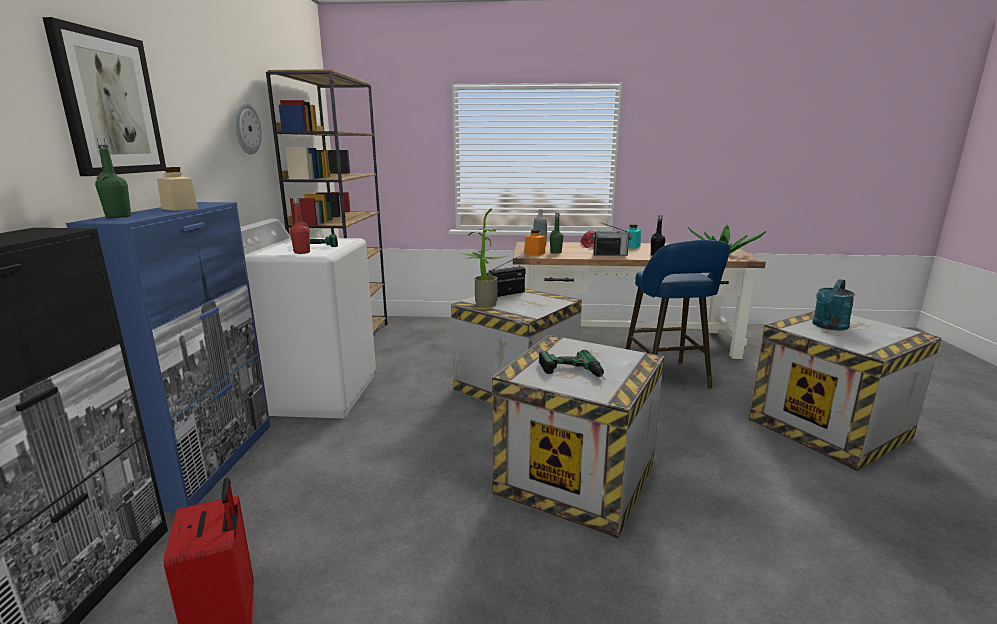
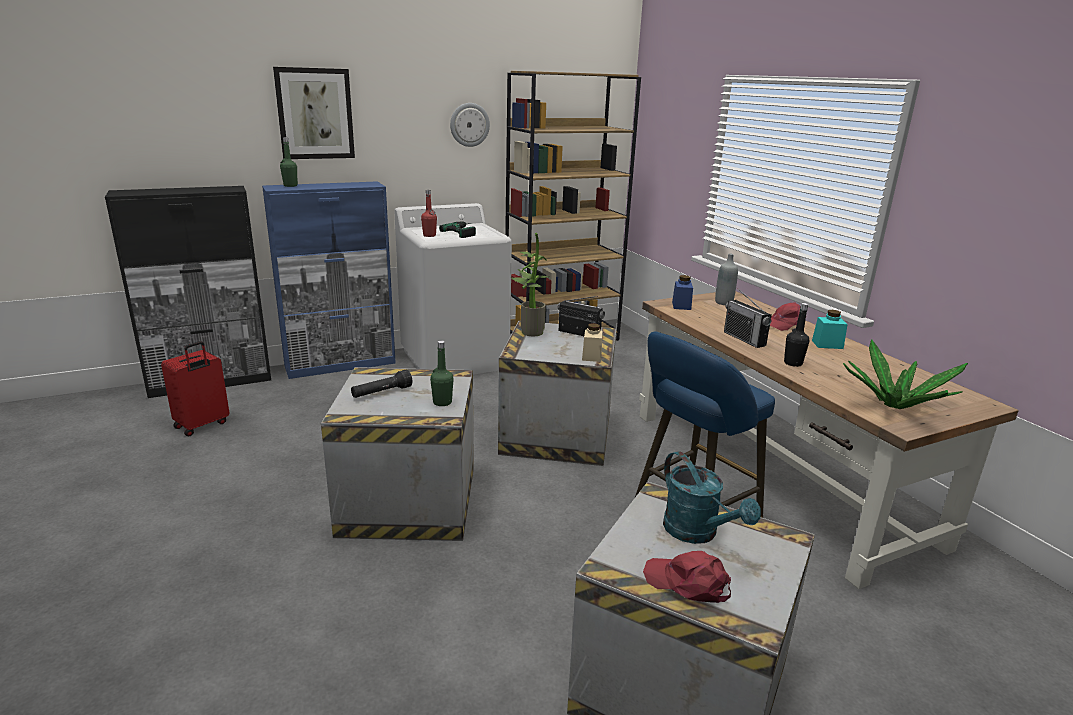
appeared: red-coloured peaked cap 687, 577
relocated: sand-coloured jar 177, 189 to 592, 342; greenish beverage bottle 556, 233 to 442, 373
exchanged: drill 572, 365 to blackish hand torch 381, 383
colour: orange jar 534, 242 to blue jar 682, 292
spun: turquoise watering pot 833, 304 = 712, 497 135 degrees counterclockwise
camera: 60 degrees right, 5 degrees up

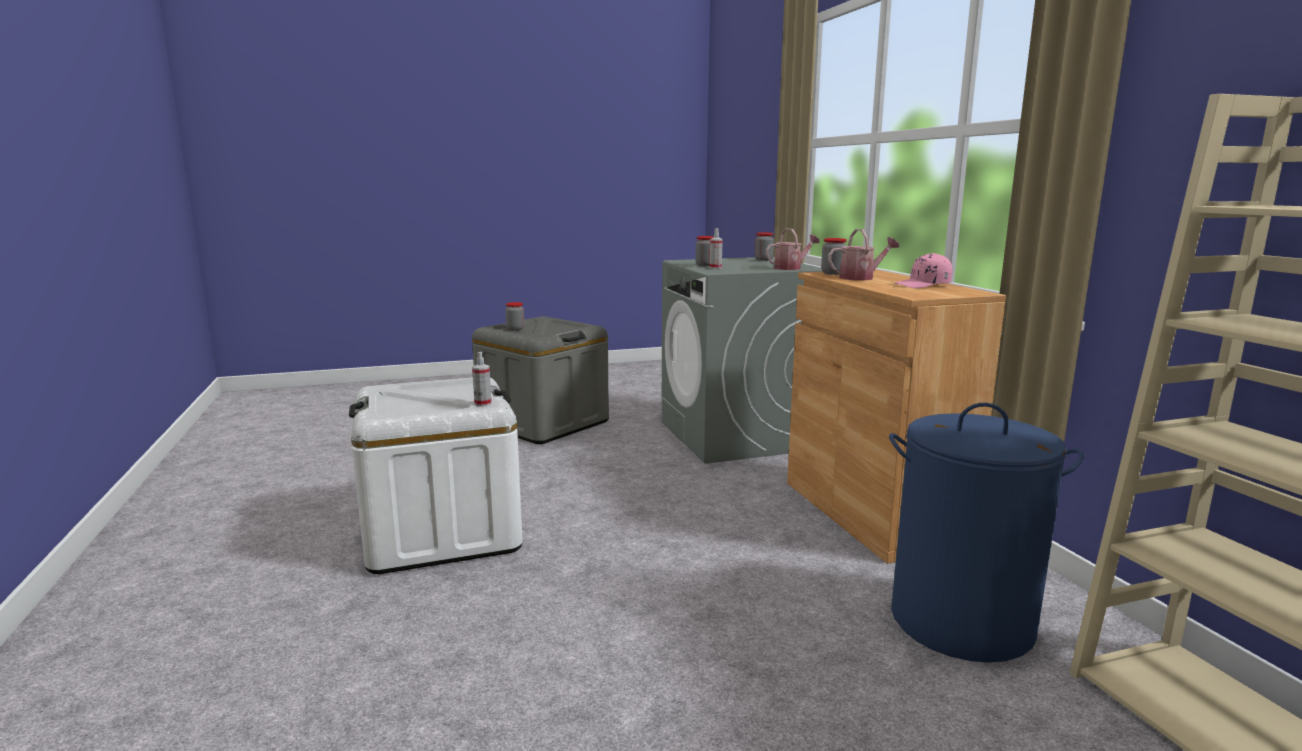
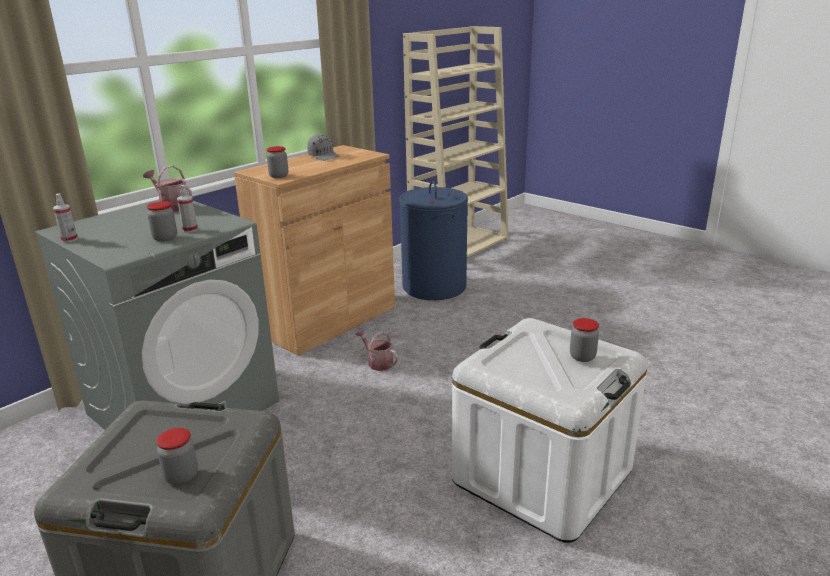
relocated: hand sprayer 482, 379 to 65, 218; jar 764, 246 to 584, 340; watering pot 864, 254 to 376, 350
colour: pink peaked cap 924, 270 to greyish peaked cap 323, 147
camera: 120 degrees left, 10 degrees up

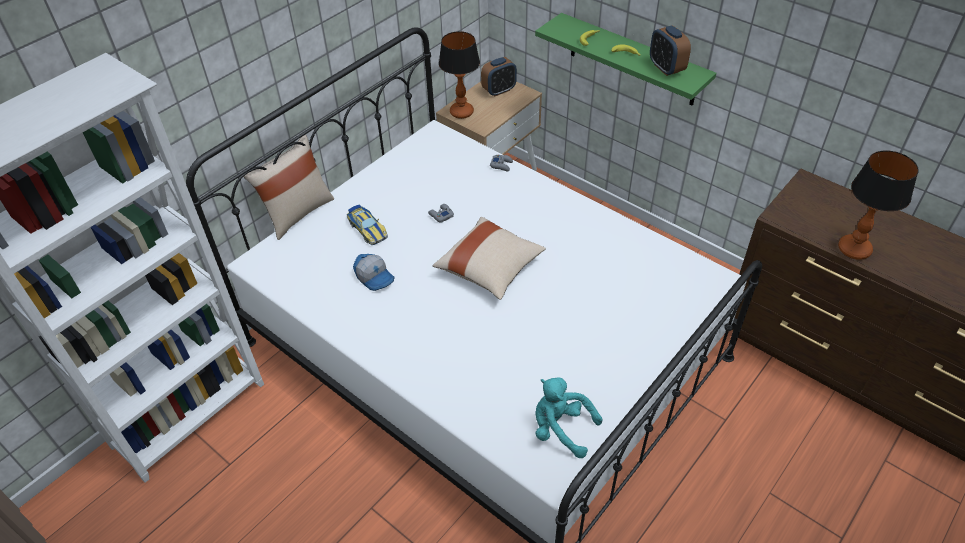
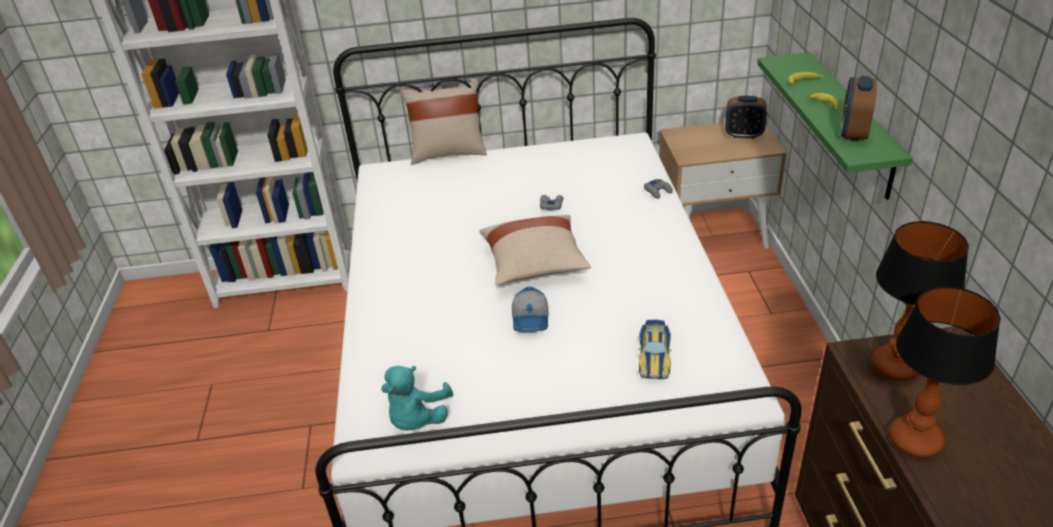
relocated: toy car 367, 225 to 655, 349; peaked cap 374, 272 to 530, 309; table lamp 459, 75 to 920, 301
spun: turquoise plush toy 568, 417 = 417, 398 150 degrees counterclockwise
camera: 45 degrees right, 10 degrees down

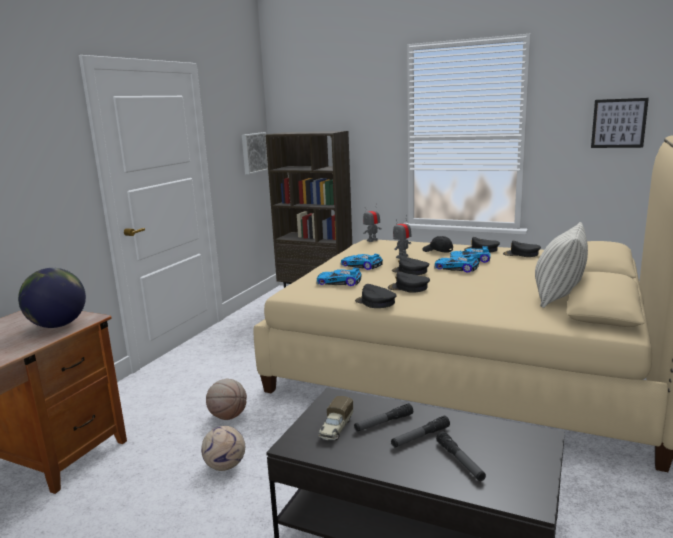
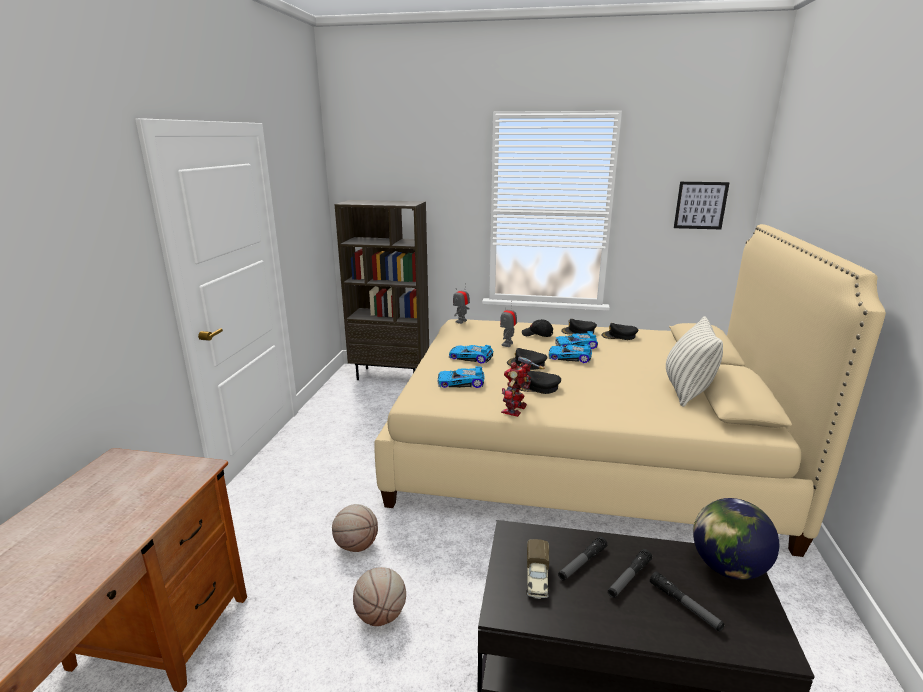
missing: wall art 255, 153
relocated: desk globe 52, 298 to 736, 539
exchanged: football ball 223, 448 to ball for basketball 379, 596; blackish peaked cap 375, 296 to model robot 522, 387
camera: 15 degrees left, 5 degrees up

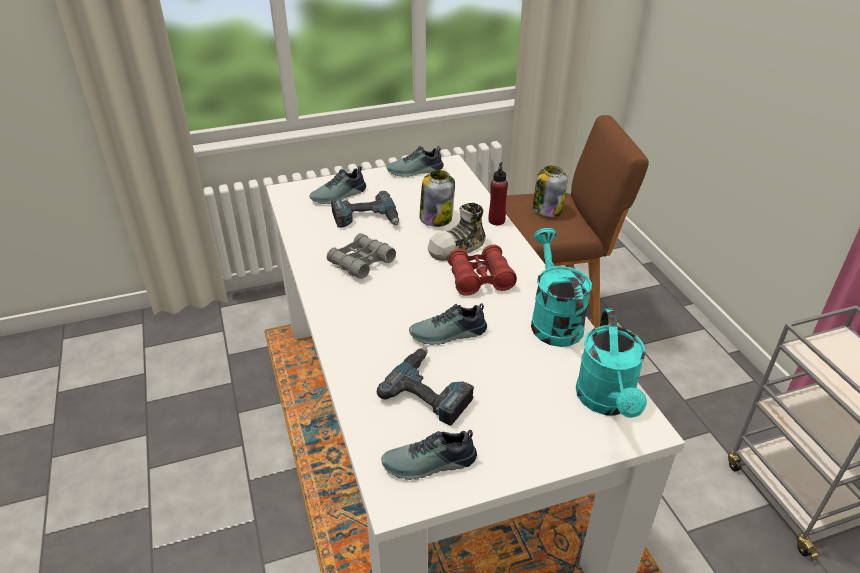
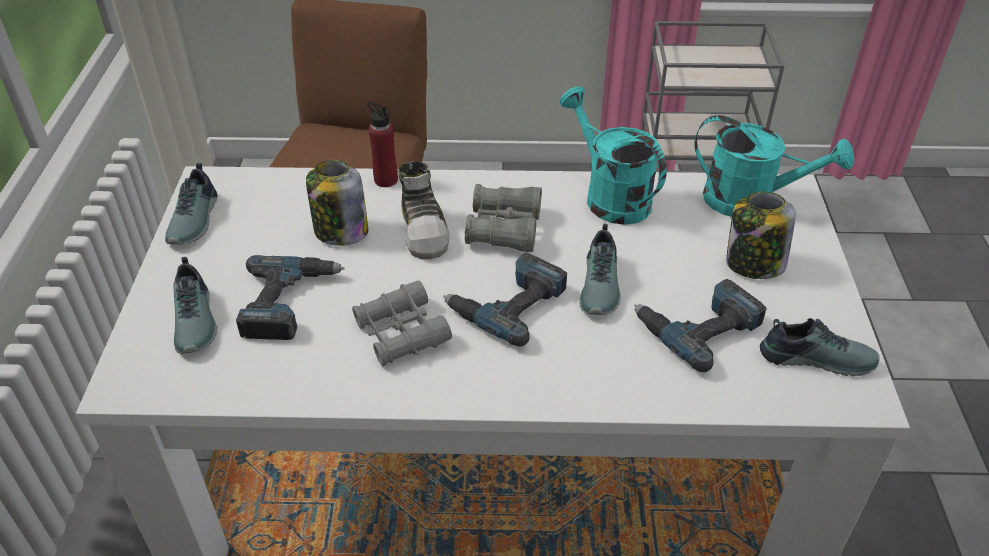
appeared: drill 505, 300
relocated: jar 550, 191 to 761, 235
colour: red-coloured field glasses 482, 270 to greyish field glasses 503, 218
spun: low shoe 429, 455 = 820, 347 90 degrees counterclockwise; turquoise watering pot 561, 287 = 613, 155 45 degrees clockwise
camera: 70 degrees left, 5 degrees up

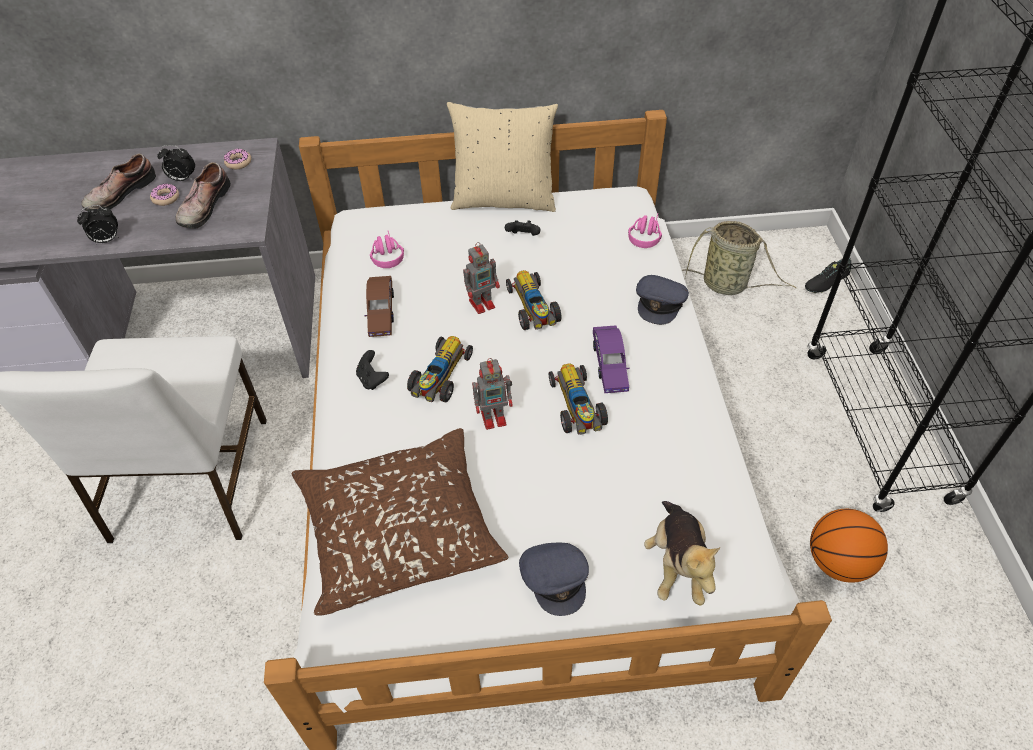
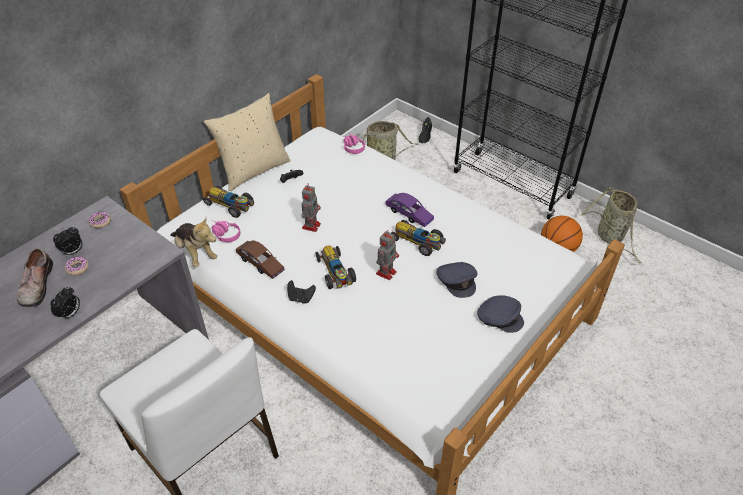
missing: low shoe 203, 195; brown-coloured pillow 400, 521
appeared: storage basket 611, 225
relocated: toy car 534, 300 to 228, 202; greyish peaked cap 662, 300 to 456, 280; plush toy 682, 553 to 193, 242
camera: 45 degrees left, 5 degrees down

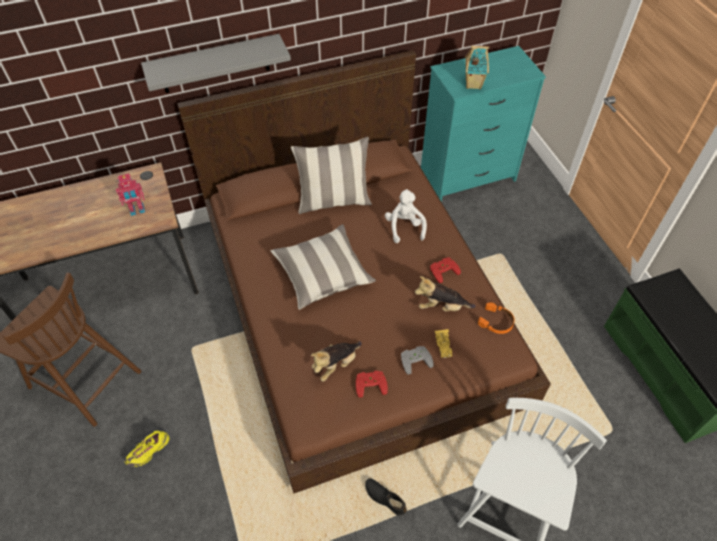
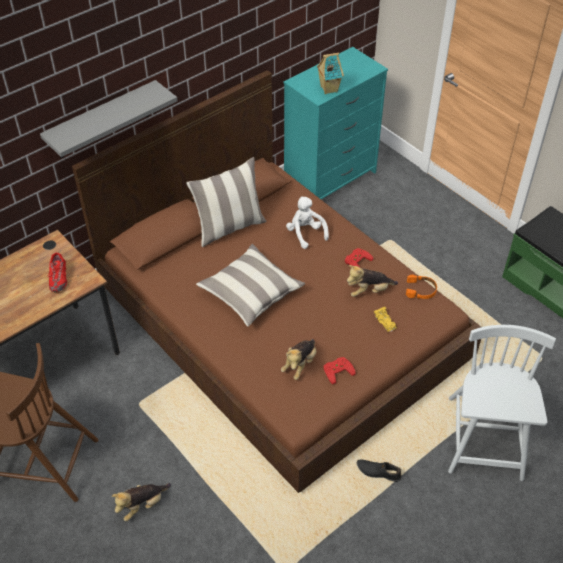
missing: greyish joypad 417, 360
exchanged: model robot 130, 195 to red-coloured low shoe 57, 272; yellow low shoe 146, 449 to plush toy 141, 502
camera: 20 degrees left, 5 degrees down

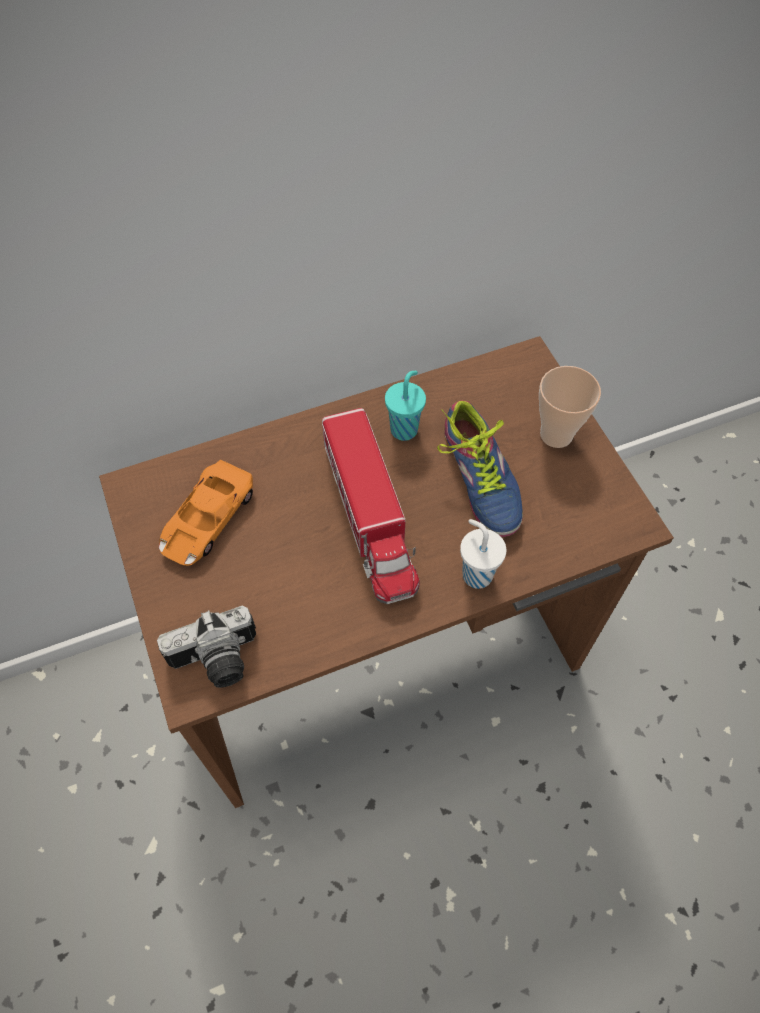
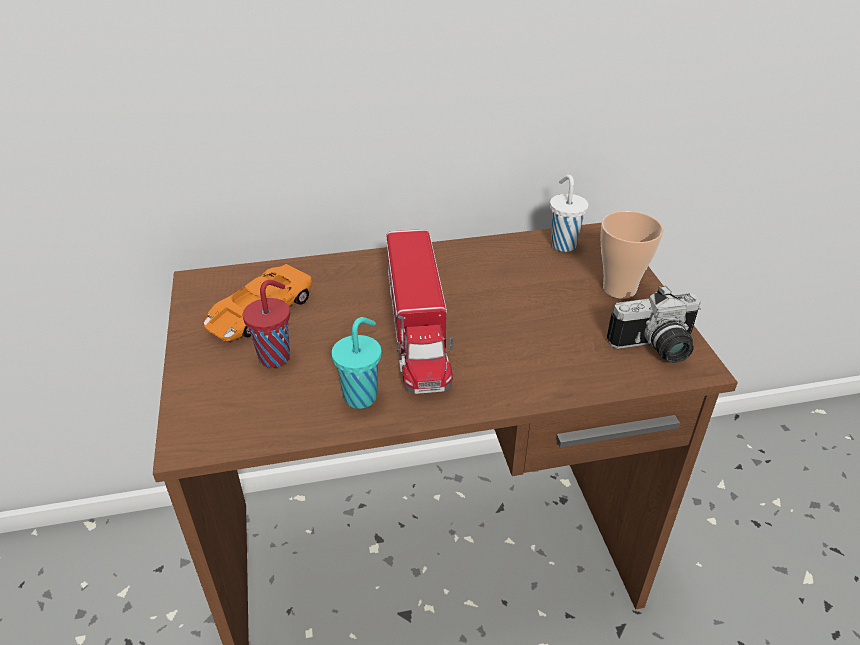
missing: low shoe 480, 468
appeared: red-coloured cup 266, 324
relocated: still camera 206, 647 to 654, 324; turquoise cup 405, 406 to 356, 363; whitish cup 483, 554 to 569, 213
camera: 10 degrees right, 20 degrees down

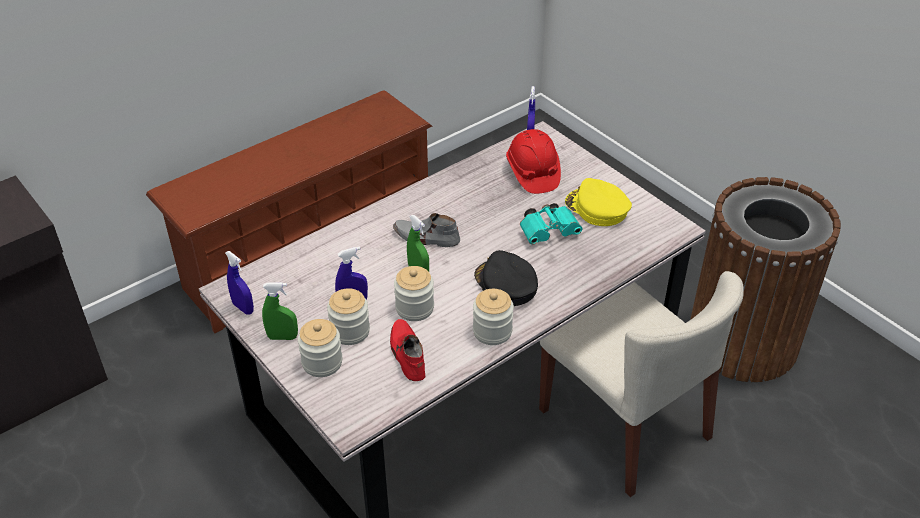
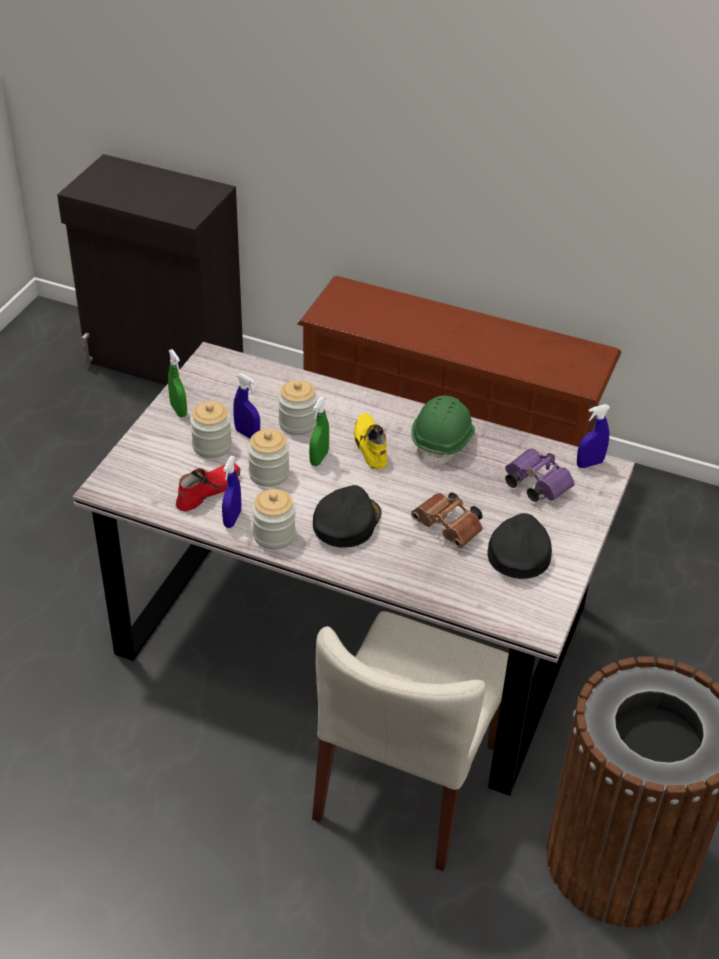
appeared: greenish safety helmet 443, 431
relocated: blue hand sprayer 239, 283 to 231, 492; jar 320, 348 to 298, 407
exchanged: red-coloured safety helmet 533, 161 to purple field glasses 540, 475
colour: greyish low shoe 426, 230 to yellow low shoe 370, 441; turquoise field glasses 551, 223 to brown-coloured field glasses 447, 520; yellow peaked cap 598, 202 to blackish peaked cap 519, 546
camera: 60 degrees right, 0 degrees up

